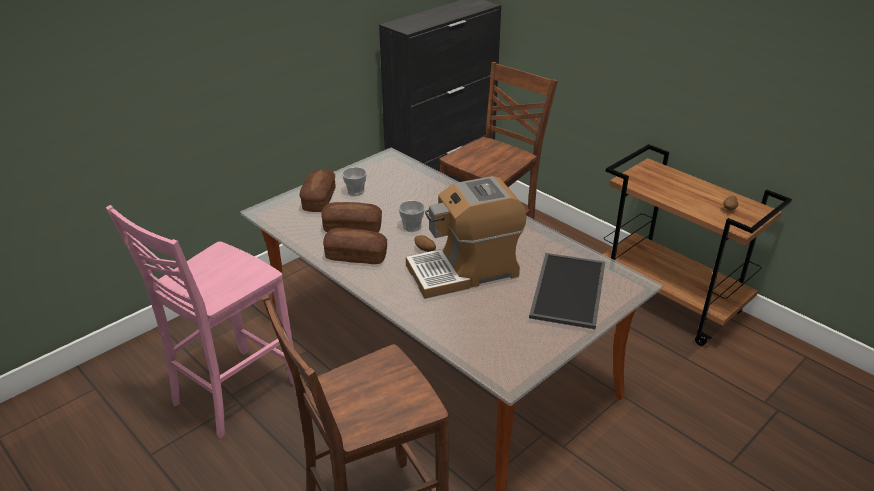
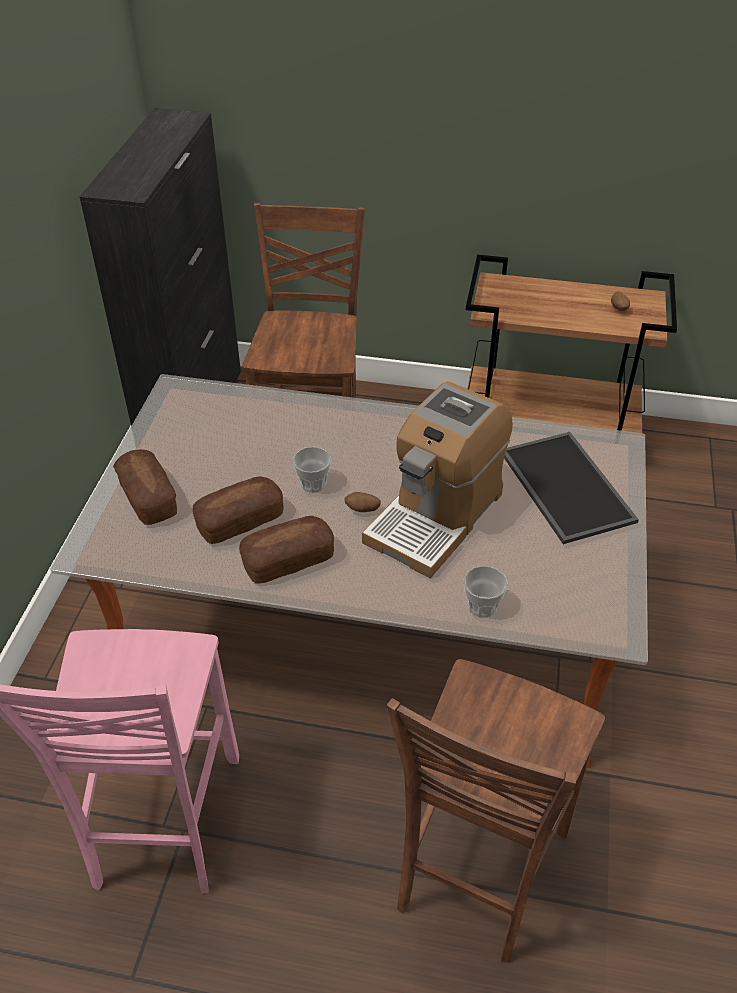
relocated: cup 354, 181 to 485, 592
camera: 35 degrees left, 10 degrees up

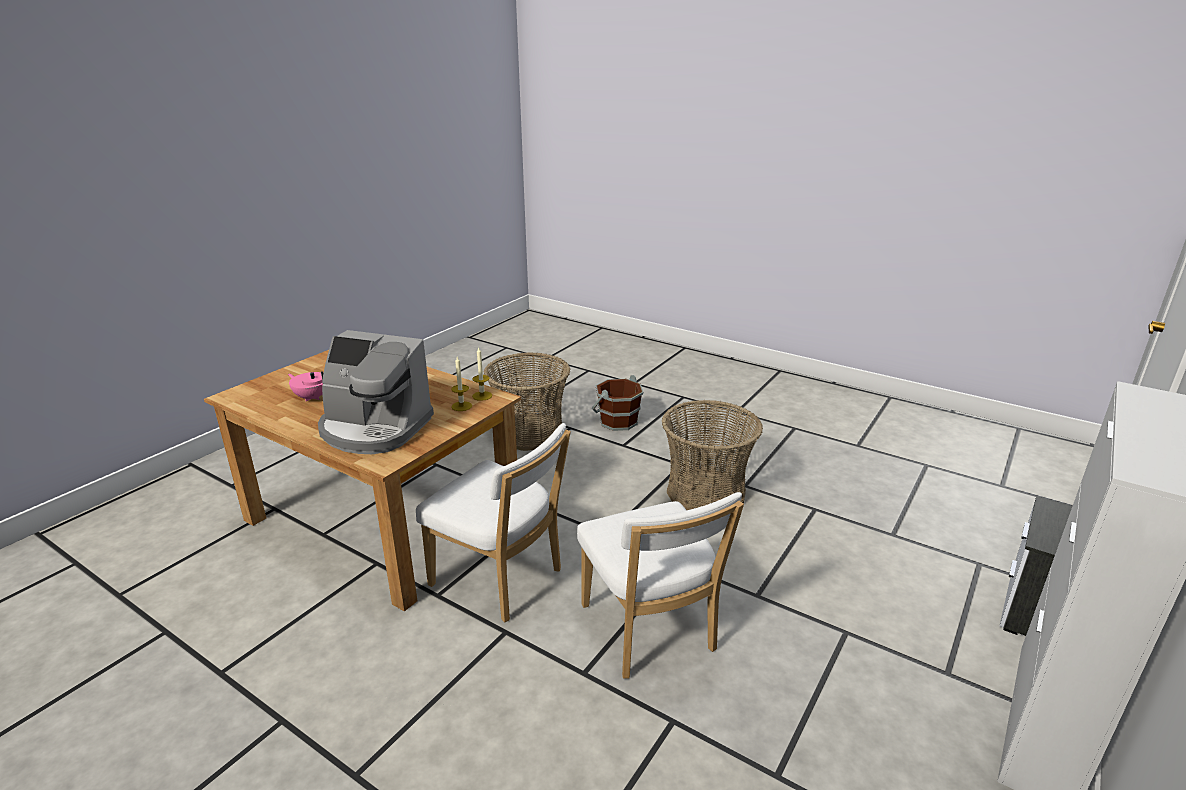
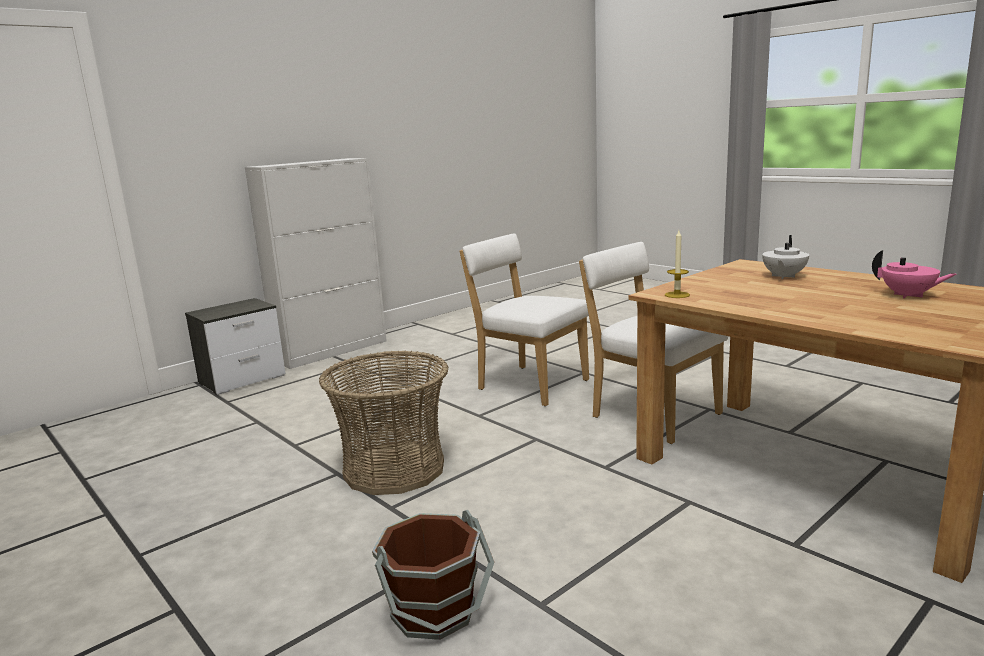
missing: wax light 461, 384; storage basket 527, 401
exchanged: coffee brewer 376, 392 to whitish pot for tea 785, 257
spun: whitish plain chair 660, 585 = 524, 319 45 degrees counterclockwise
camera: 165 degrees left, 10 degrees down

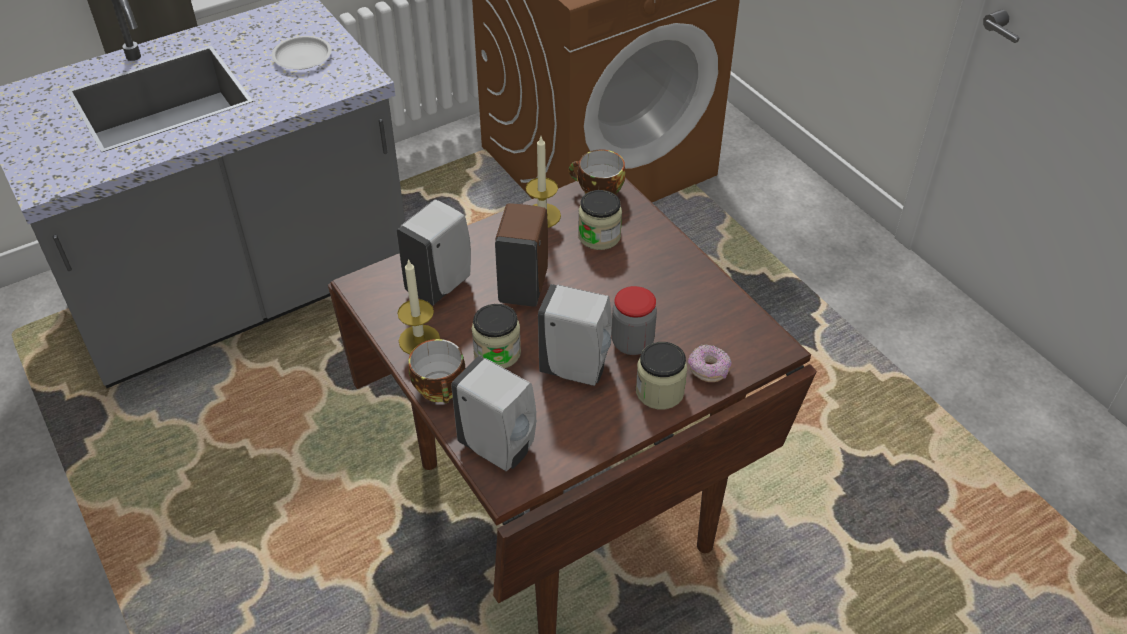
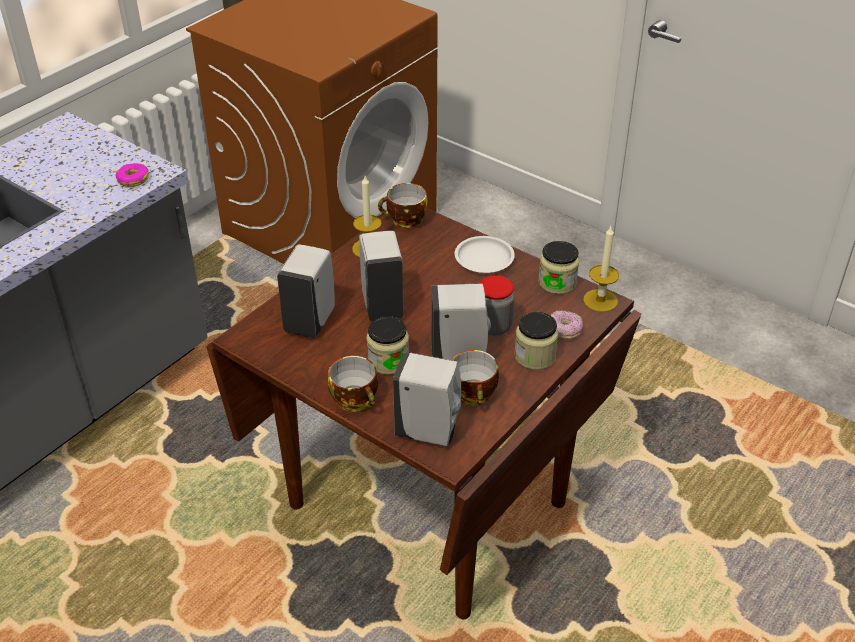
appeared: ring doughnut 132, 175; cup 475, 378
relocated: whitish dinner plate 302, 53 to 485, 254; wax light 418, 307 to 601, 269; jar 600, 220 to 558, 267
colour: brown-coloured soap dispenser 521, 255 to whitish soap dispenser 381, 276
camera: 20 degrees left, 5 degrees down

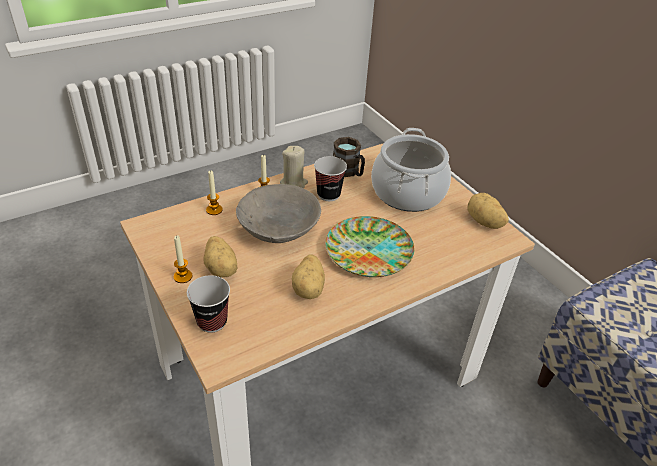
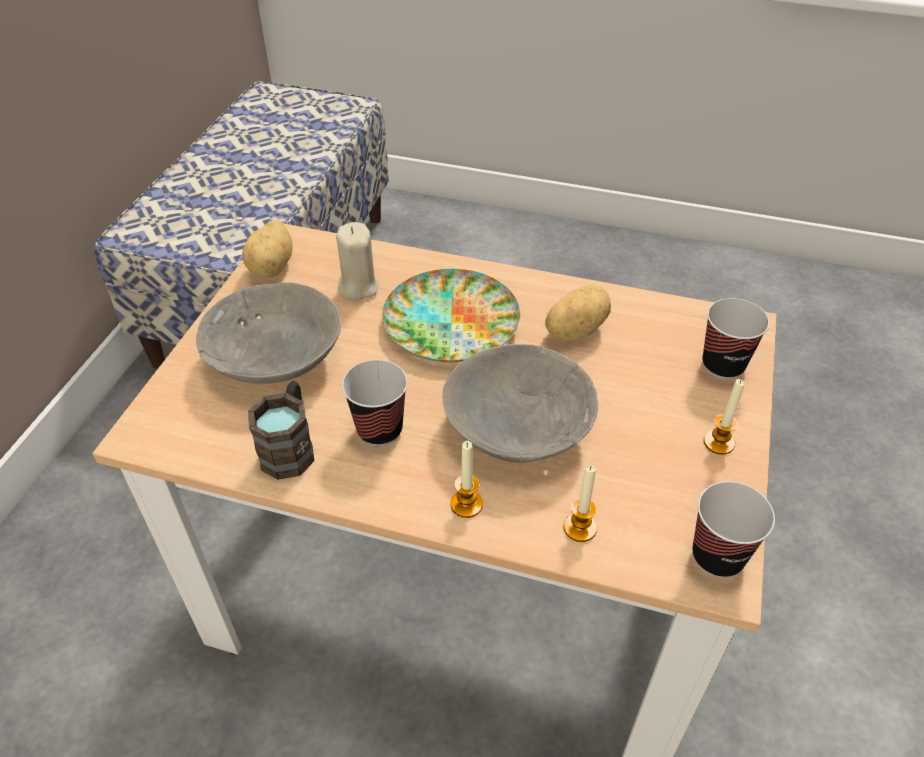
missing: spud 220, 256
appeared: cup 733, 529
relocated: sand-coloured wax light 294, 167 to 357, 261
exchanged: stockpot 411, 170 to greyish bowl 268, 333
camera: 130 degrees left, 5 degrees up

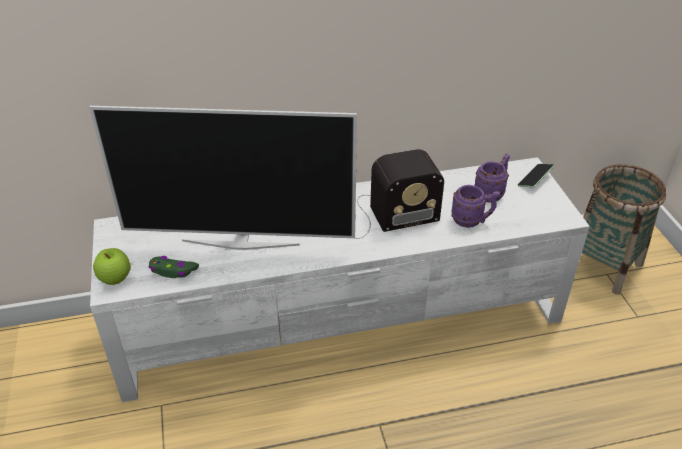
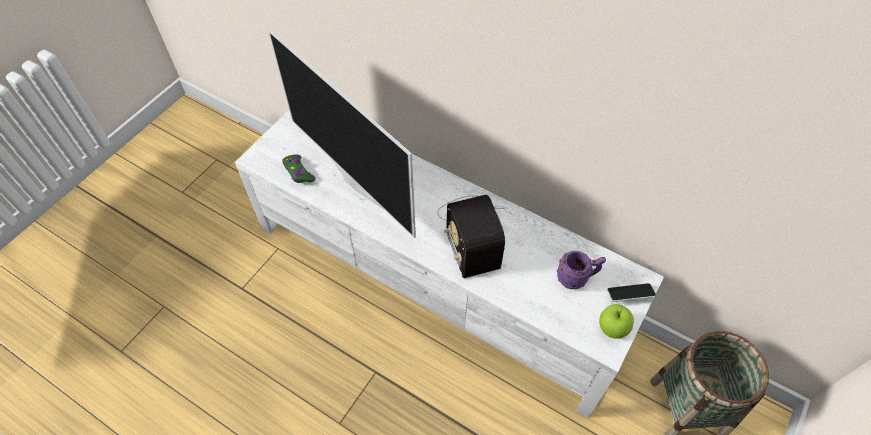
missing: purple mug 475, 206
relocated: whole apple 112, 266 to 616, 321
spun: radio 399, 194 = 471, 236 45 degrees clockwise
camera: 45 degrees right, 15 degrees up

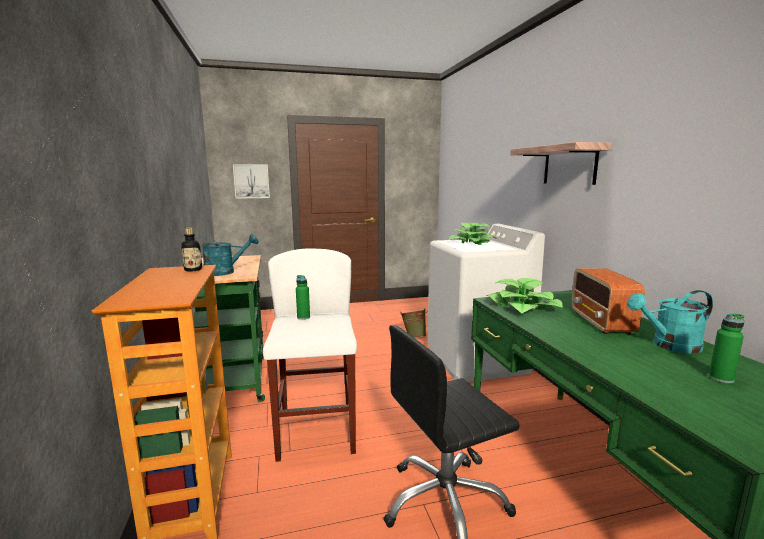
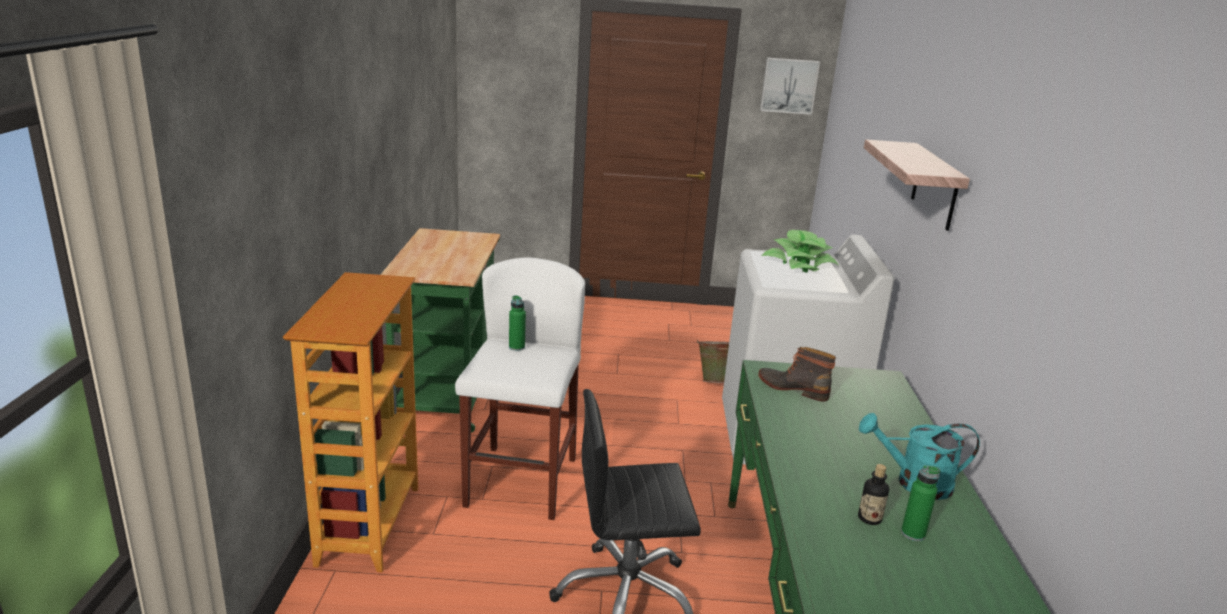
missing: turquoise watering pot 227, 255; radio 608, 301
relocated: beverage bottle 191, 249 to 873, 494; wall art 251, 181 to 790, 86
exchanged: potted plant 524, 296 to high-top boot 797, 374
camera: 15 degrees right, 10 degrees up

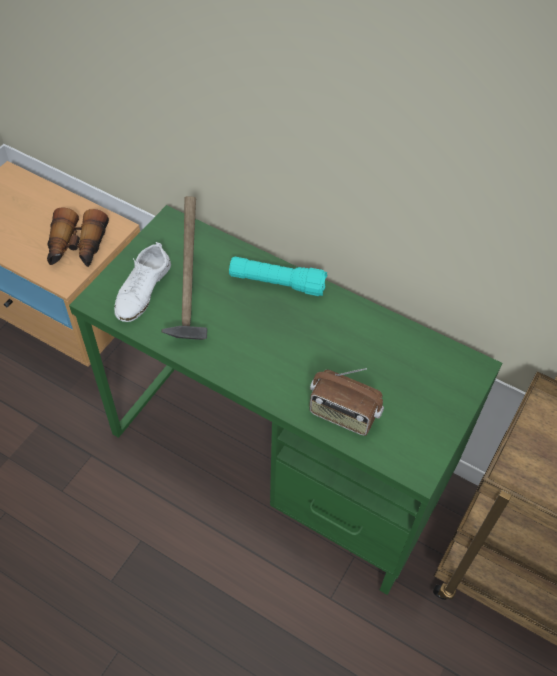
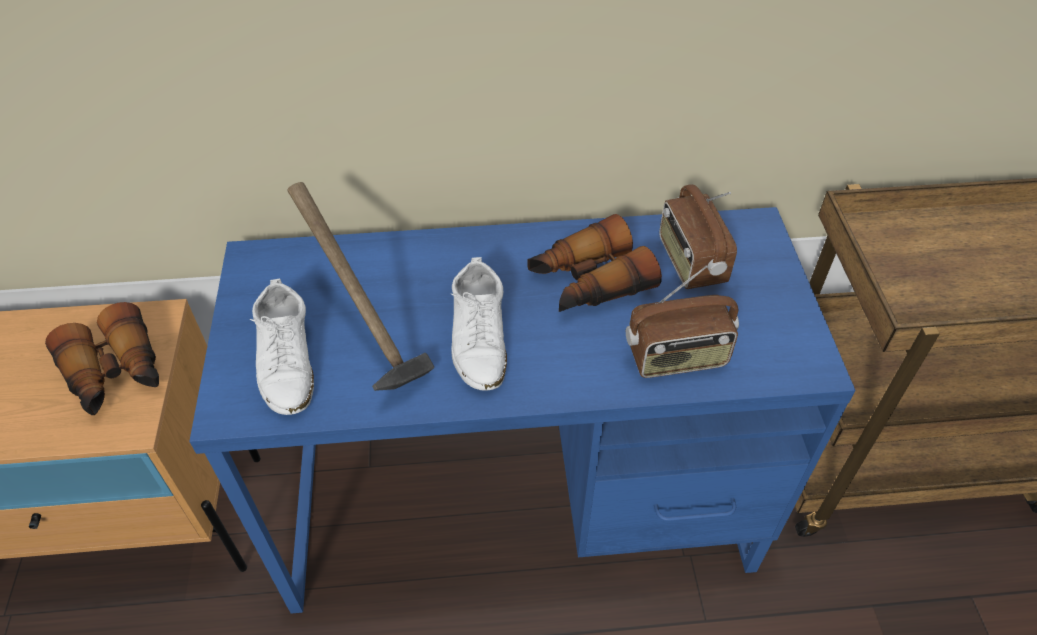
missing: turquoise hand torch 278, 276
appeared: whitish low shoe 479, 324; field glasses 595, 263; radio 698, 236
colour: greenish desk table 285, 400 to blue desk table 522, 410
camera: 35 degrees left, 5 degrees down

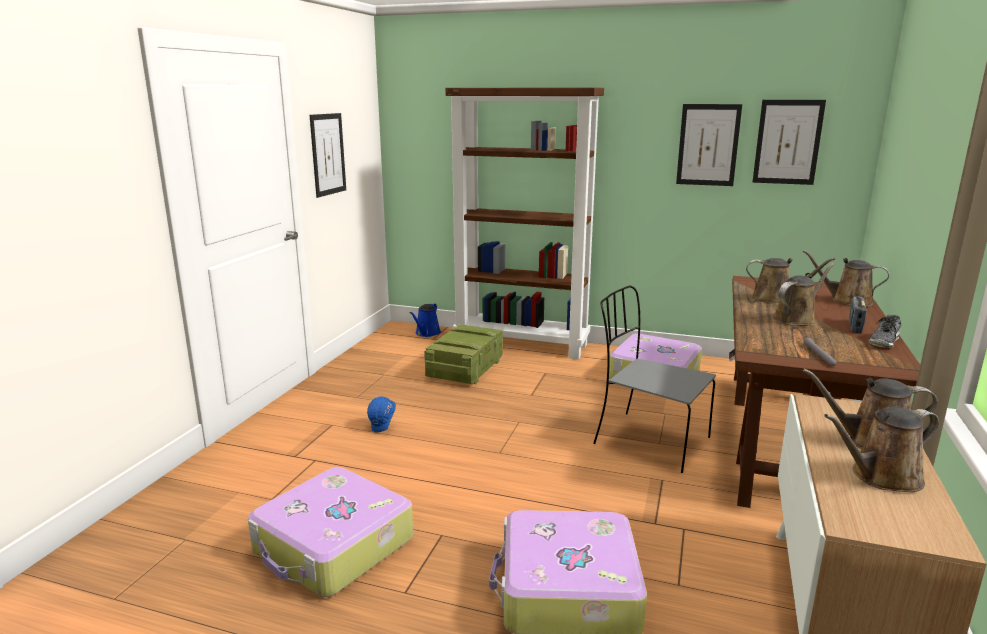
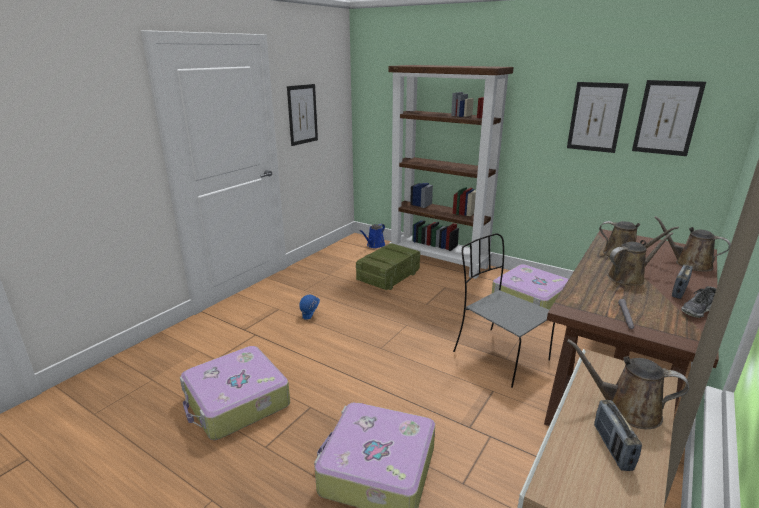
exchanged: brown-coloured watering pot 881, 449 to radio 618, 435
camera: 15 degrees right, 5 degrees up

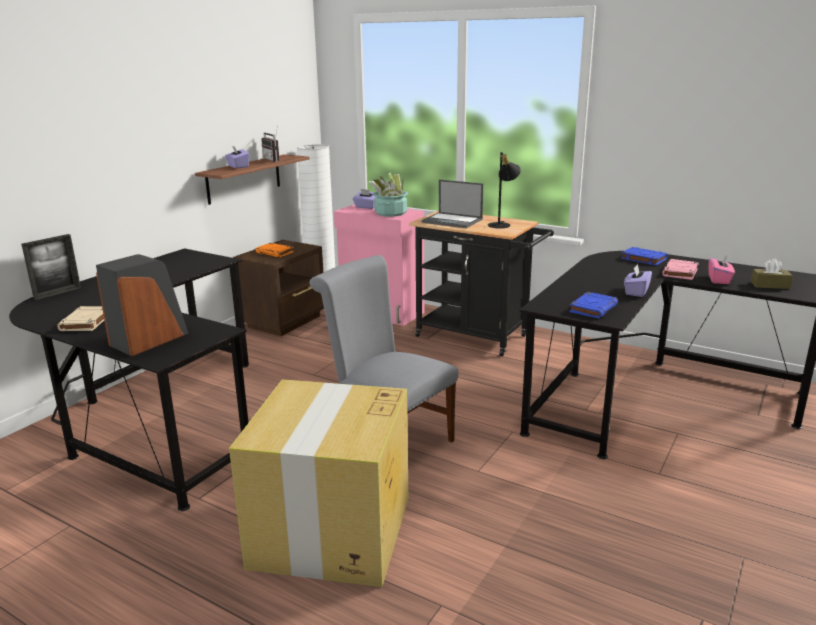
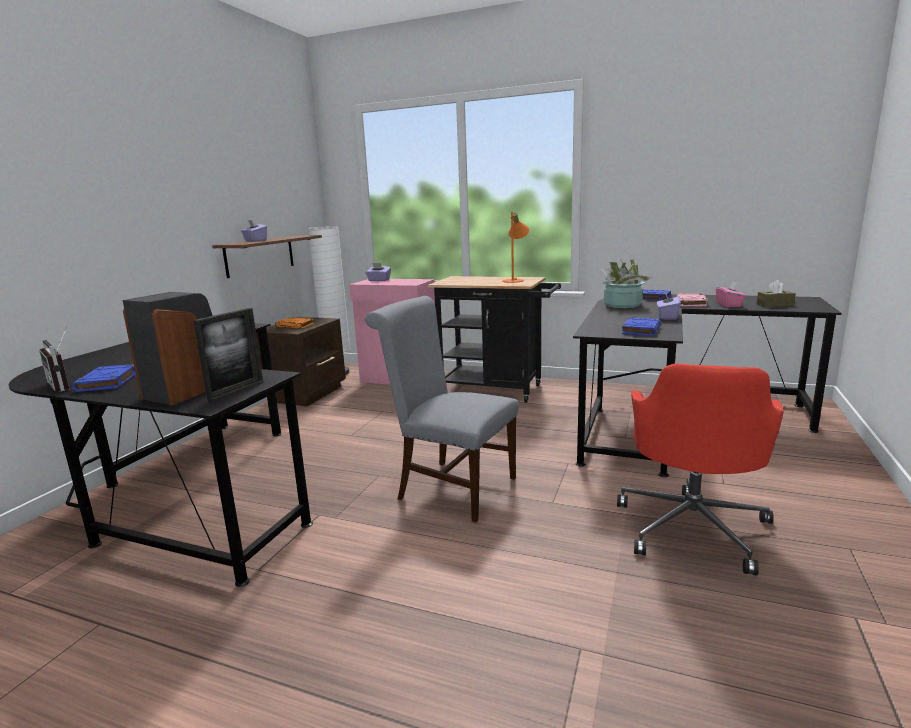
missing: cardboard box 319, 483; portable computer 452, 204
appeared: red-coloured computer chair 700, 469
relocated: photo frame 51, 267 to 228, 354; radio 270, 144 to 54, 359; potted plant 388, 195 to 627, 283
colour: sand-coloured book 80, 318 to blue book 104, 378; blackish table lamp 504, 190 to orange table lamp 515, 247
camera: 10 degrees left, 5 degrees down

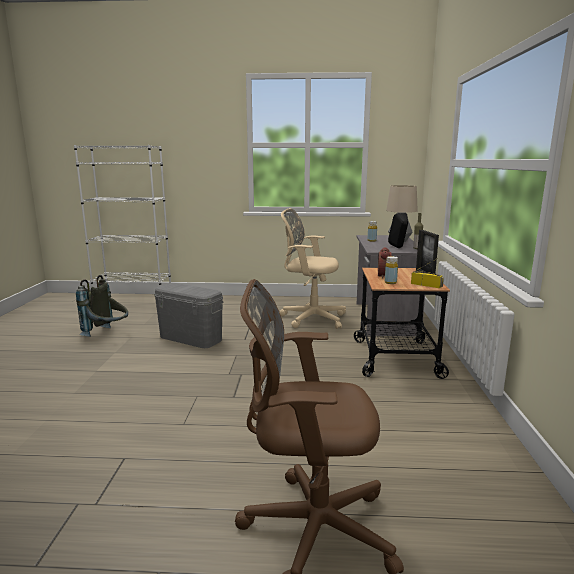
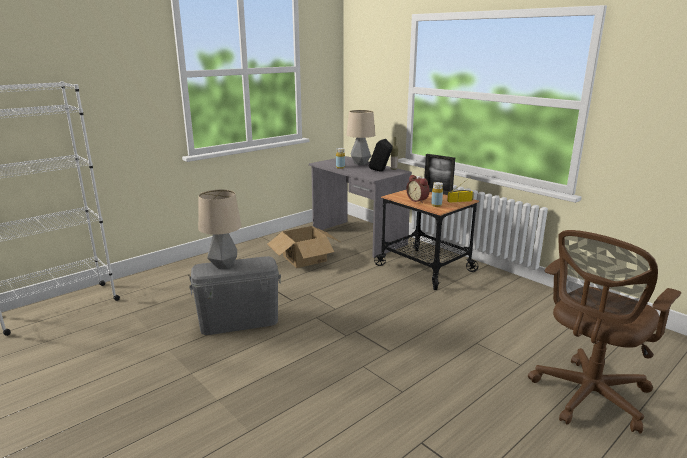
missing: greyish backpack 102, 306
appeared: table lamp 220, 229
exchanged: sand-coloured computer chair 312, 268 to cardboard box 304, 247
camera: 45 degrees left, 5 degrees up

